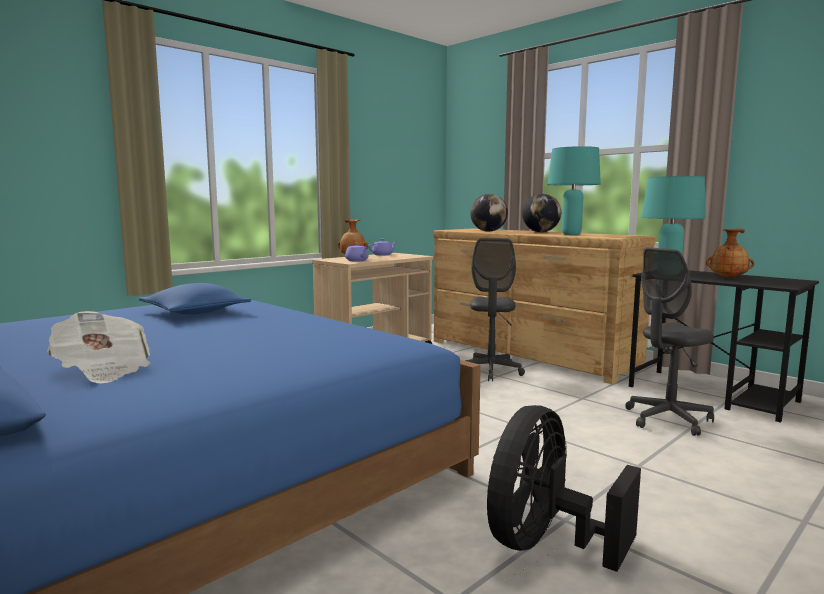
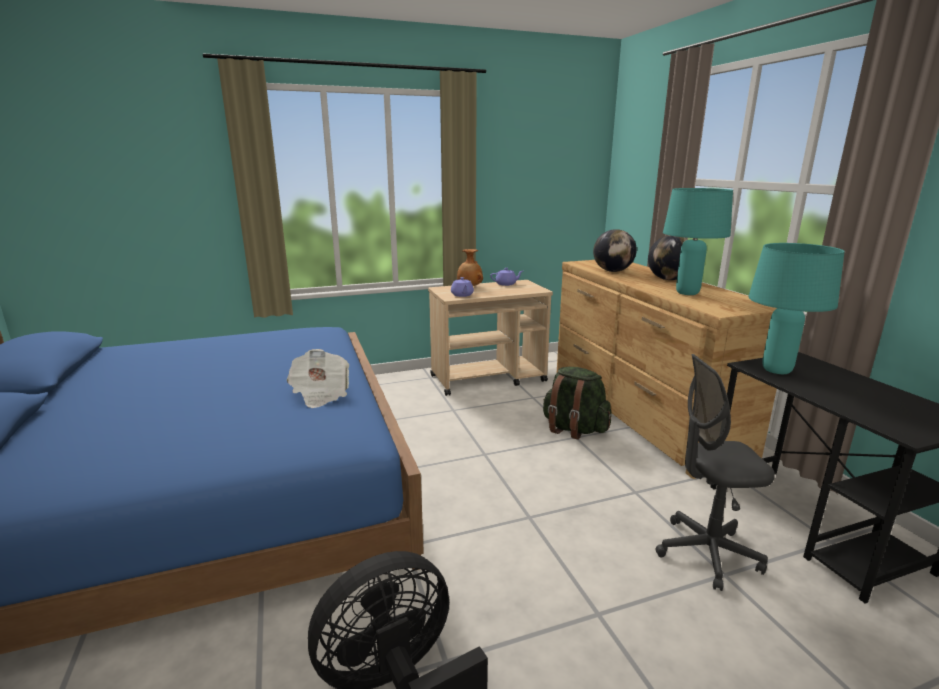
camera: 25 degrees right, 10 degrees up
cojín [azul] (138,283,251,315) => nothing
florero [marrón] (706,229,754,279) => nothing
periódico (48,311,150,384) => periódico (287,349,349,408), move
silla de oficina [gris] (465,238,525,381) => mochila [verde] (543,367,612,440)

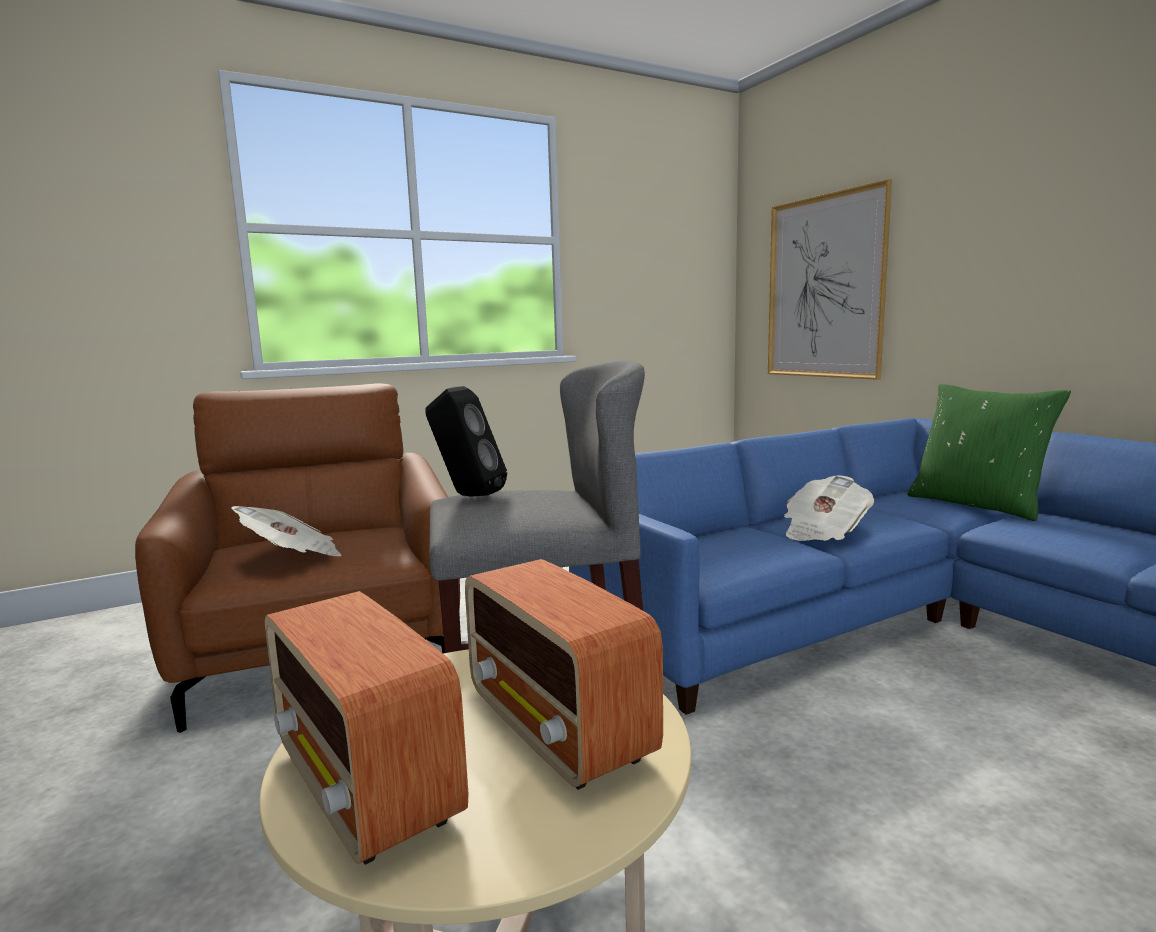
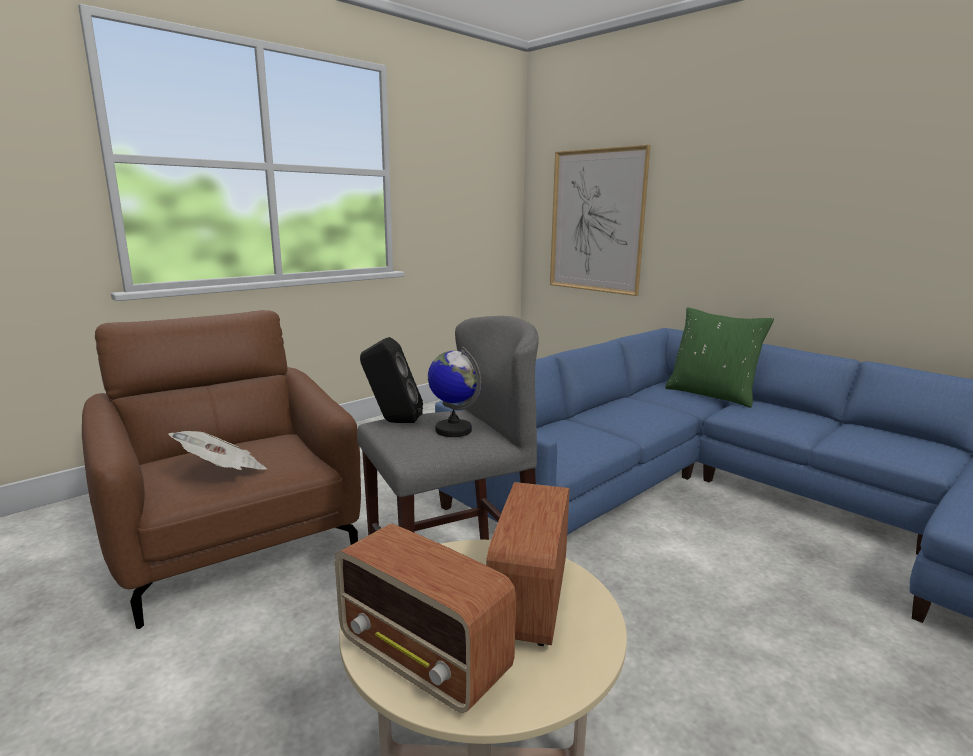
camera: 15 degrees left, 5 degrees up
periódico (784,475,874,541) => nothing
nothing => globo terráqueo (428,347,481,437)
radio (465,559,663,790) => radio (486,482,570,646), 60 degrees clockwise

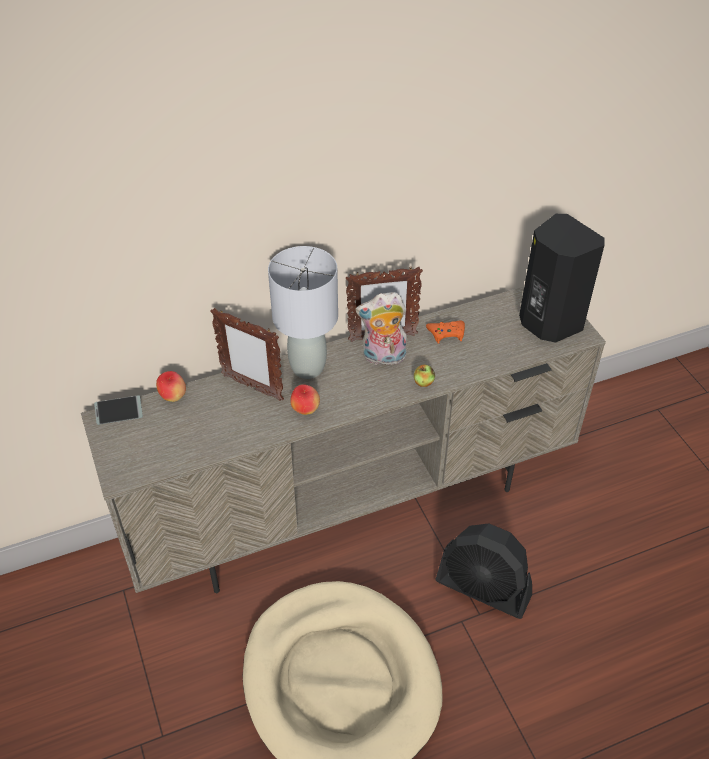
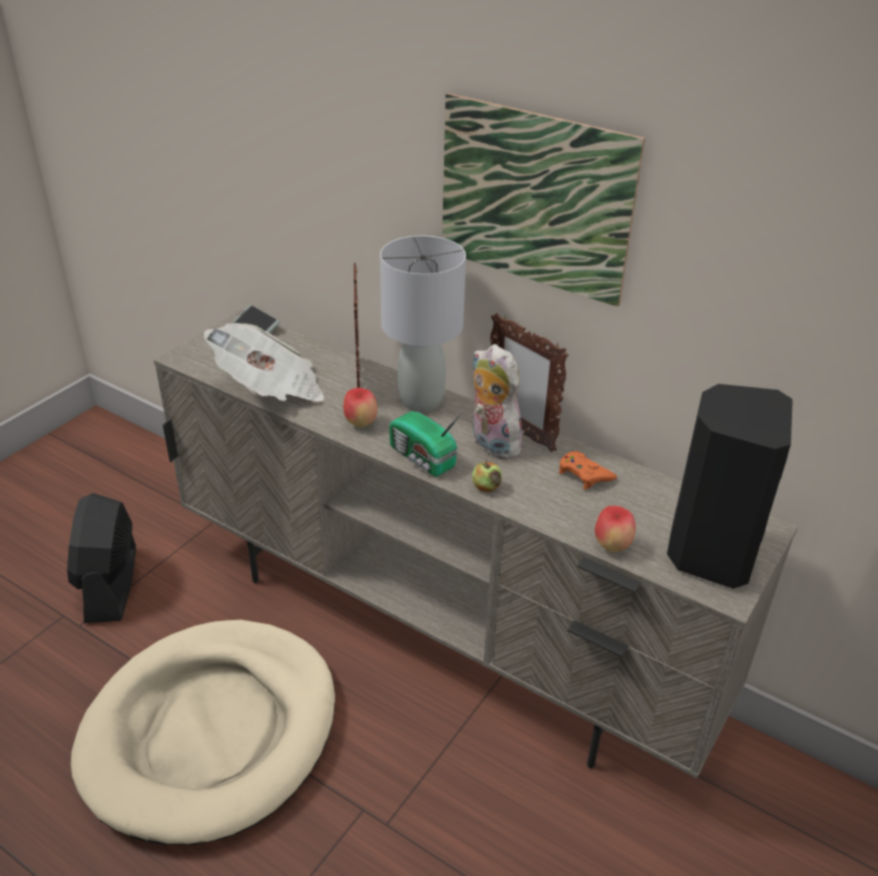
camera: 55 degrees right, 10 degrees down
nothing => periódico (204,323,324,402)
nothing => radio (389,411,463,476)
nothing => cuadro (442,93,645,307)
manzana (156,371,186,402) => manzana (595,506,636,552), move
ventilador [negro] (435,523,532,619) => ventilador [negro] (67,493,136,623), move

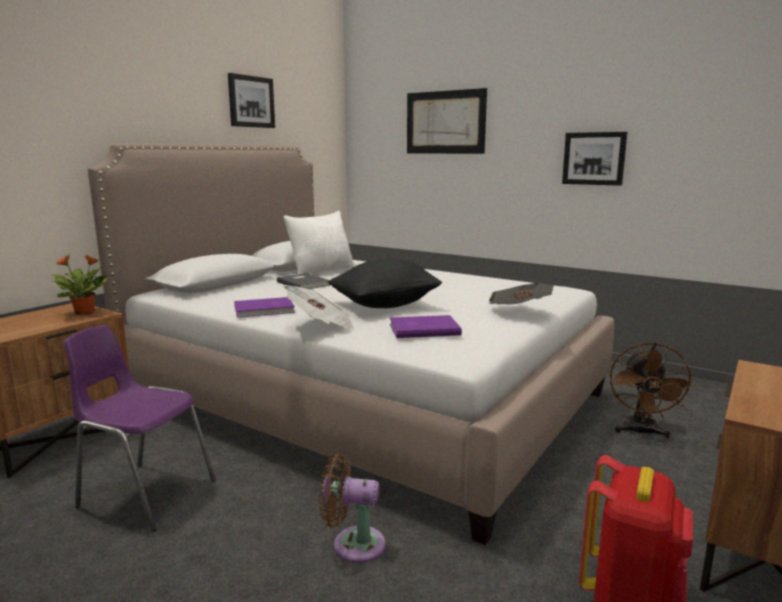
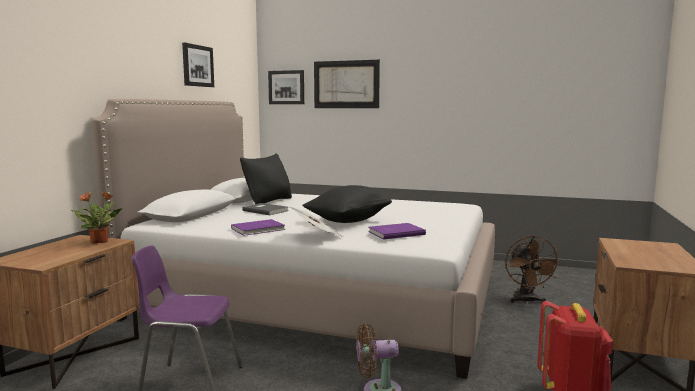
camera: 15 degrees left, 5 degrees down
periódico (489,283,554,305) => nothing
cuadro (562,132,627,186) => cuadro (268,70,304,104), move
cojín [blanco] (284,211,354,274) => cojín [negro] (240,153,292,204)

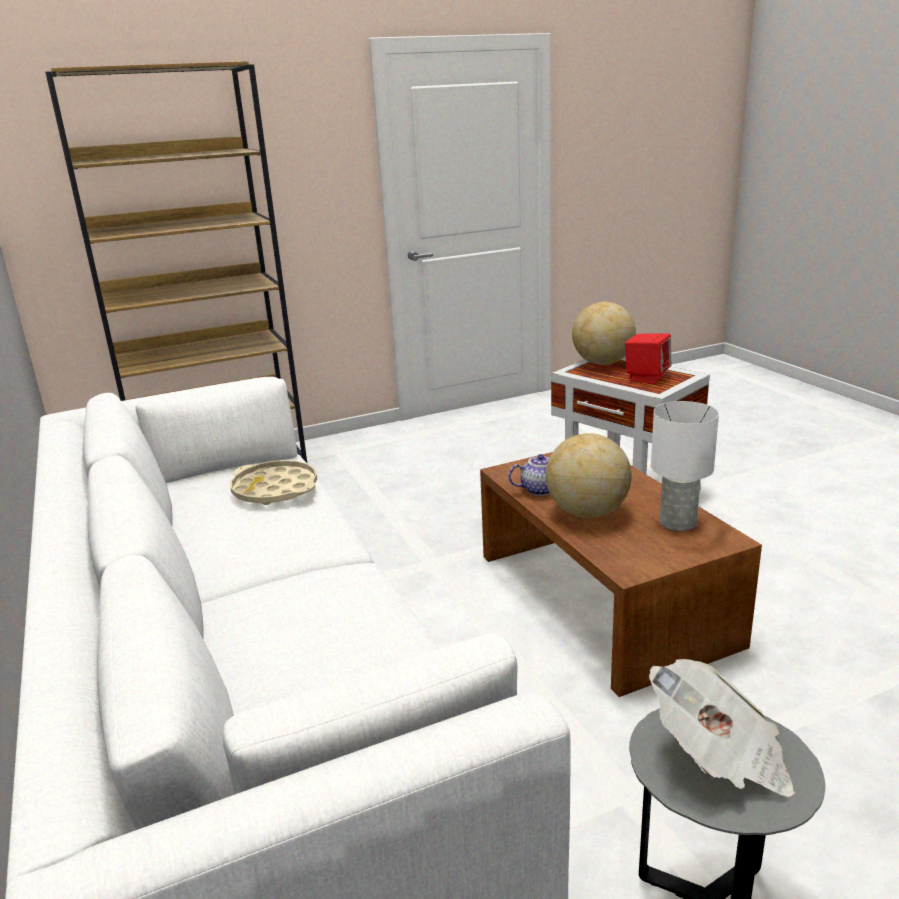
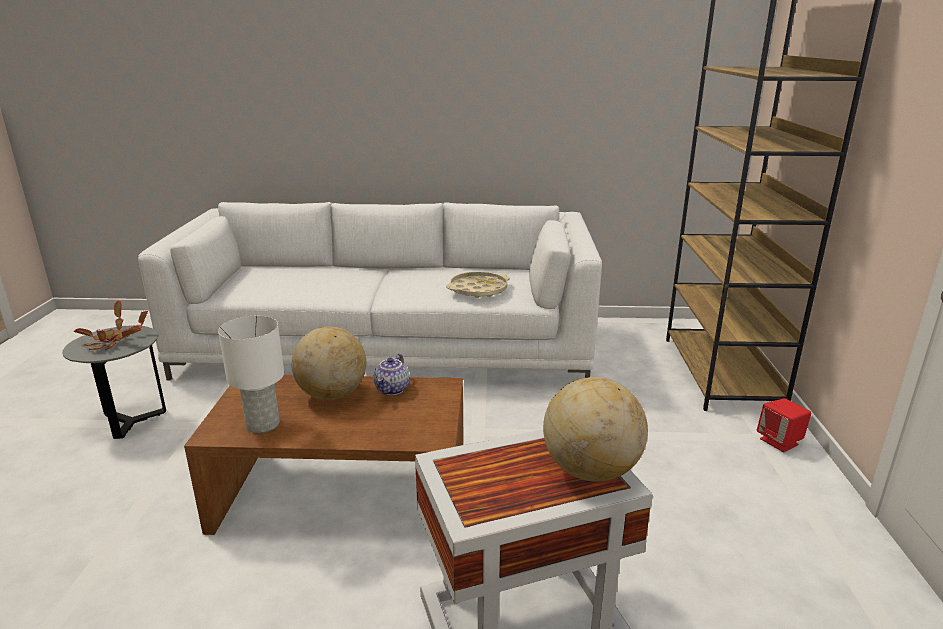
camera: 115 degrees right, 0 degrees up
altavoz [rojo] (625,333,671,384) => altavoz [rojo] (757,398,811,452), move
periódico (649,659,795,797) => planta en maceta (73,301,148,350)

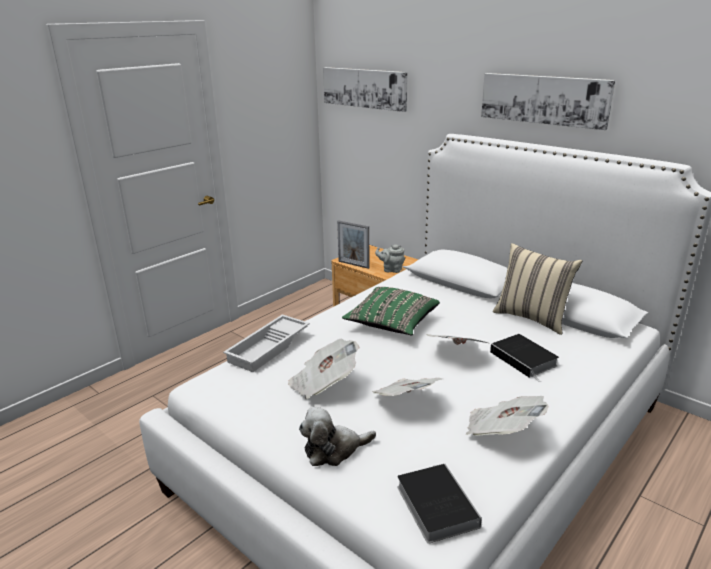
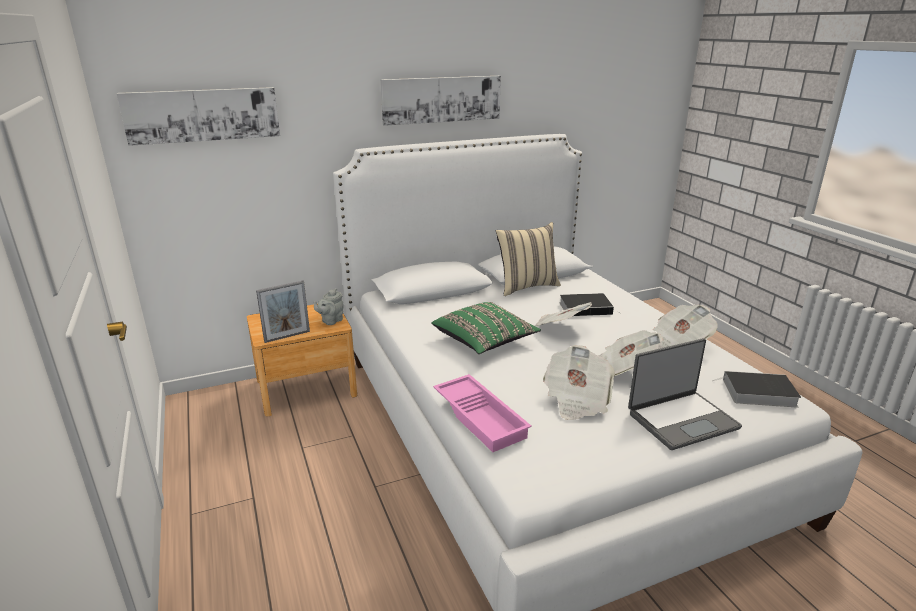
camera: 65 degrees left, 0 degrees up
peluche (299,407,376,466) => portátil (628,338,742,450)
bandeja [blanco] (223,314,310,372) => bandeja [rosa] (433,374,532,452)

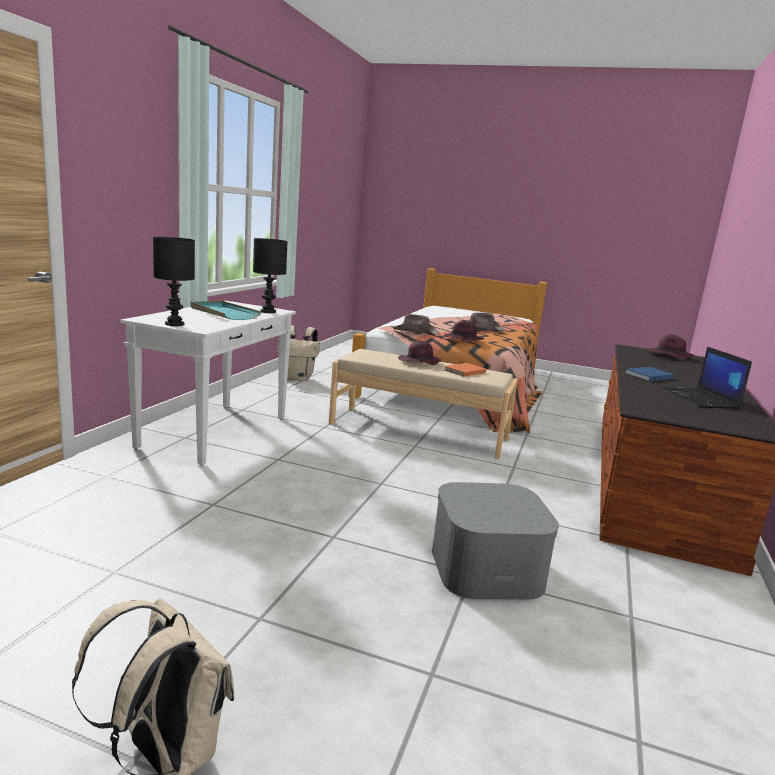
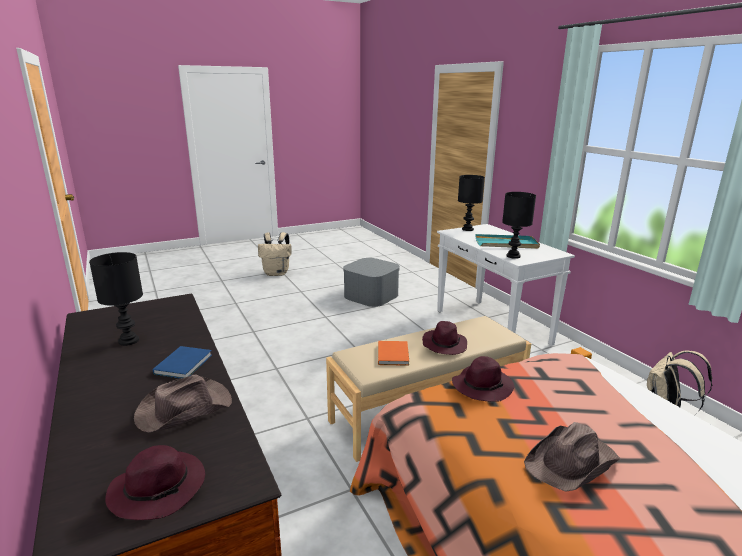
camera: 135 degrees right, 5 degrees up
sombrero [marrón] (392,314,440,335) => sombrero [marrón] (134,374,232,433), move
caja de almacenaje [gris] (432,482,559,599) => caja de almacenaje [gris] (343,258,400,307), move
portátil (659,347,752,409) => lámpara de mesa [negro] (89,252,143,346)

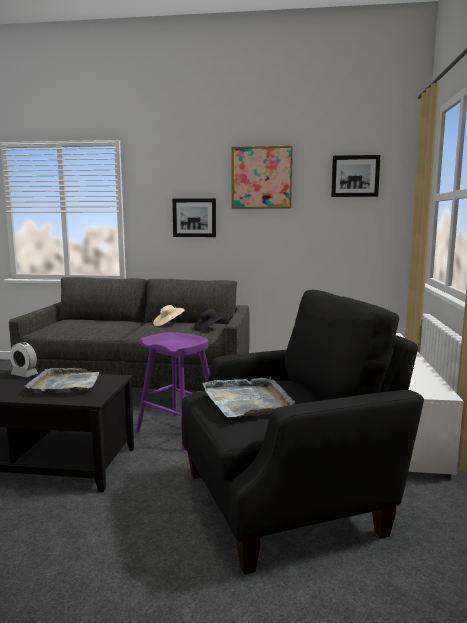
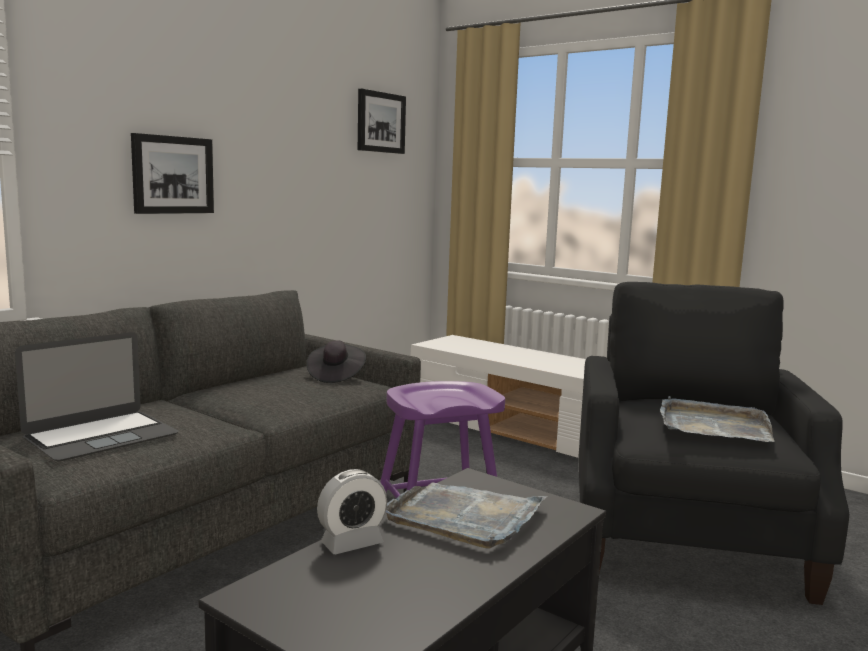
camera: 60 degrees left, 0 degrees up
sombrero [beis] (153,305,185,326) => nothing
cuadro (232,146,293,209) => nothing
nothing => portátil (15,332,179,462)

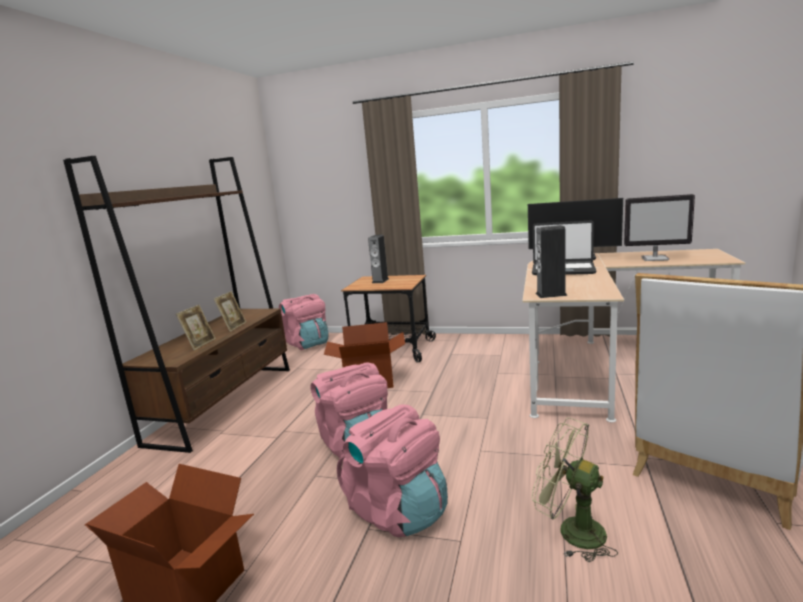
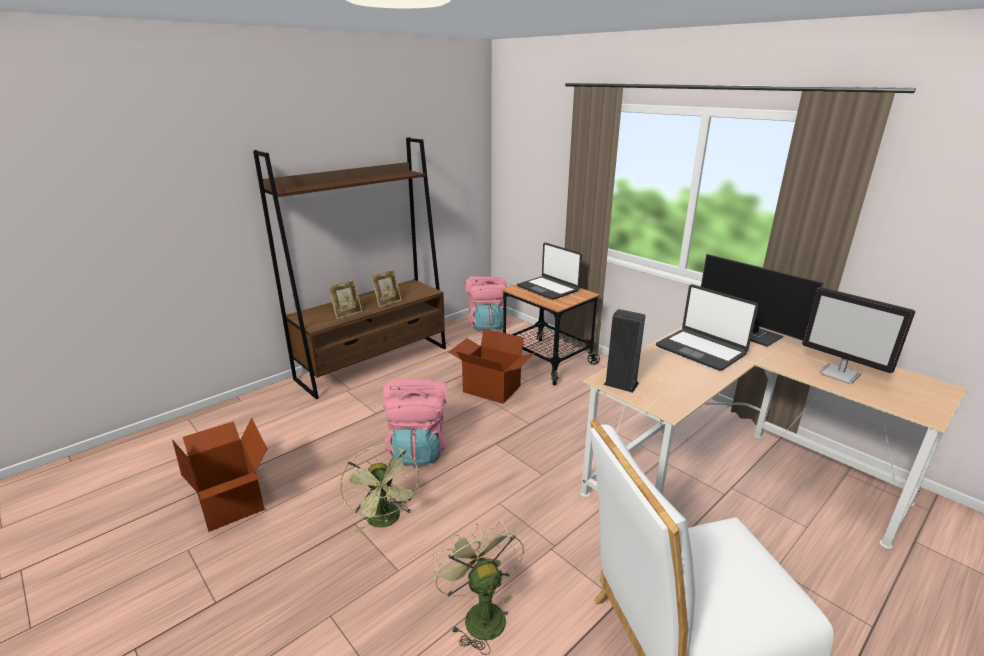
camera: 30 degrees right, 10 degrees up
mochila [rosa] (337,404,448,537) => ventilador [verde] (340,445,420,533)
altavoz (368,234,389,283) => portátil (517,243,582,300)

